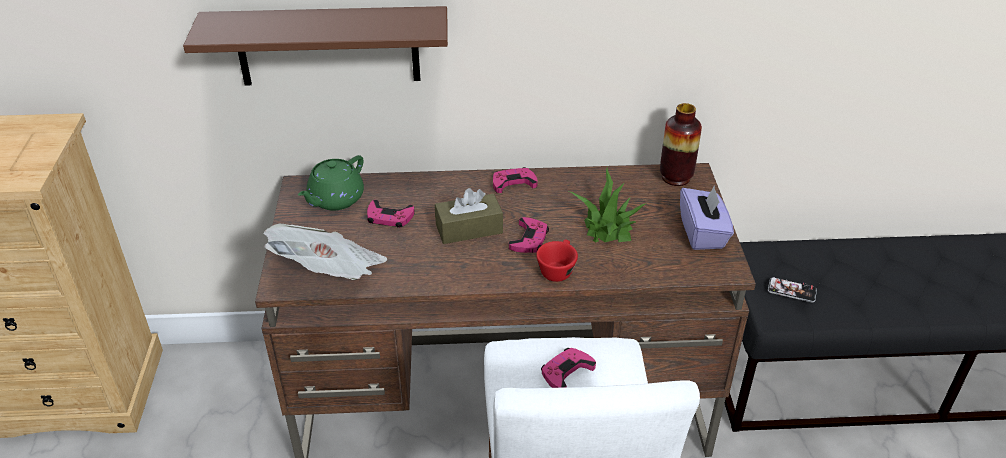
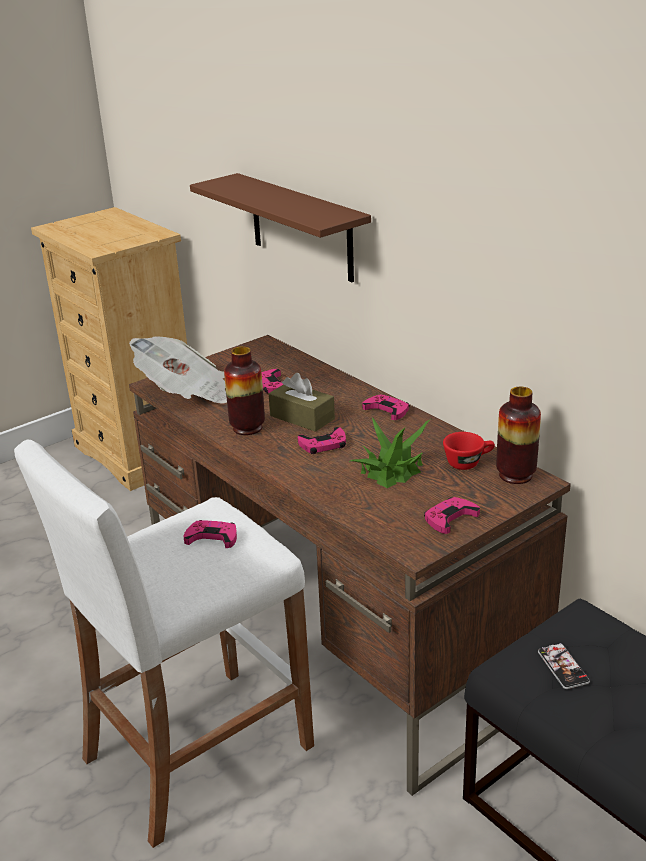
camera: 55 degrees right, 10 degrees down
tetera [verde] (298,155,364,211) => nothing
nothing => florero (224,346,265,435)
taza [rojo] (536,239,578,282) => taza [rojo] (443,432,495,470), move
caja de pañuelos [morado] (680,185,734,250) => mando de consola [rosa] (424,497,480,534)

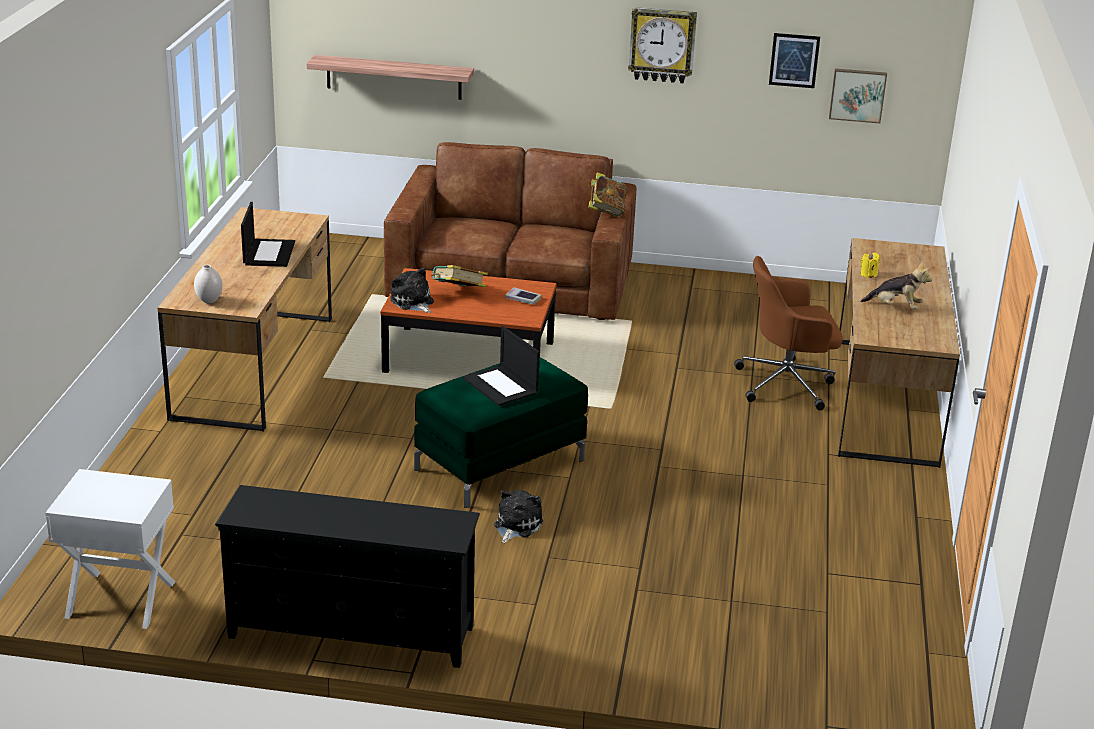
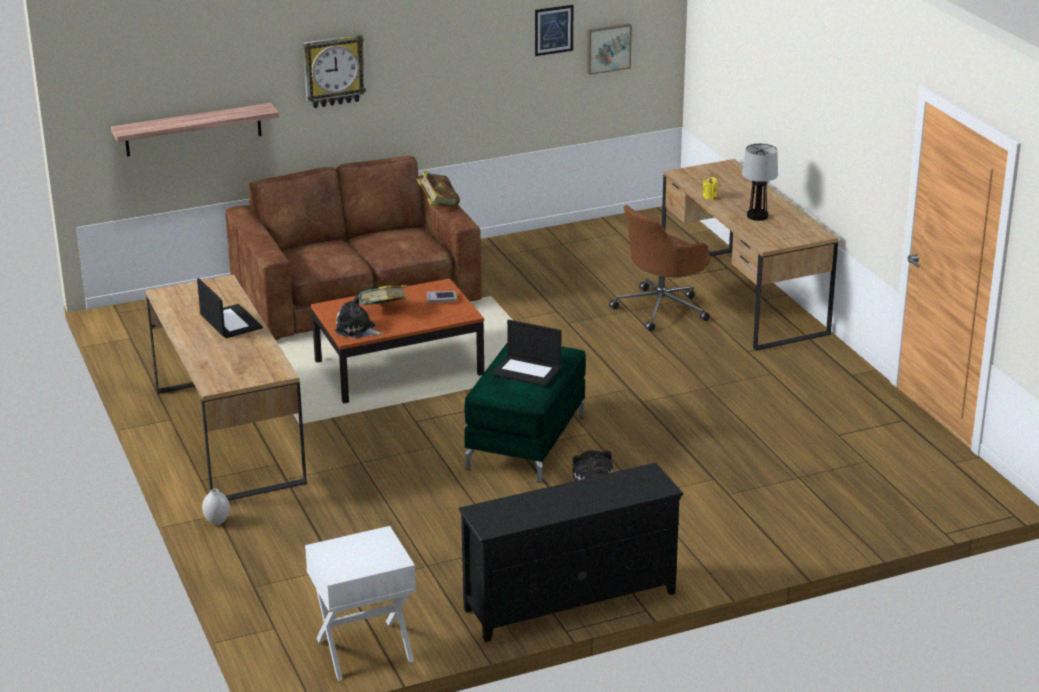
camera: 30 degrees left, 0 degrees up
florero [blanco] (194,265,223,303) => florero [blanco] (202,489,230,525), move
reloj de pared (628,7,697,83) => reloj de pared (303,34,366,108), move
peluche (860,261,932,309) => lámpara de mesa (742,143,778,221)

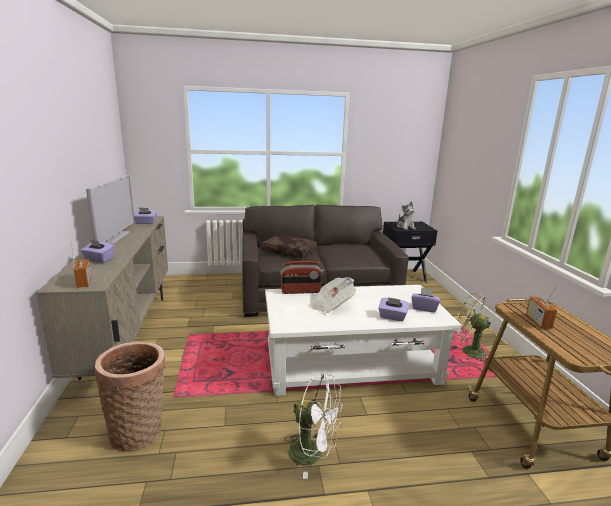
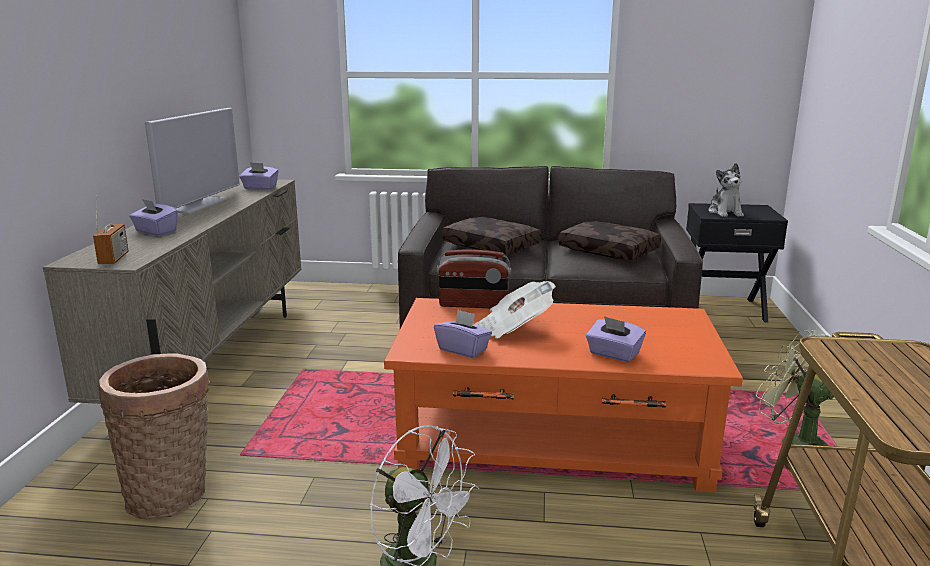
camera: 15 degrees right, 0 degrees up
radio (526,284,559,329) => nothing
nothing => cojín [marrón] (558,221,661,260)
caja de pañuelos [morado] (412,287,440,313) => caja de pañuelos [morado] (434,309,492,358), move
mesa de centro [blanco] (265,285,462,396) => mesa de centro [naranja] (384,298,743,492)

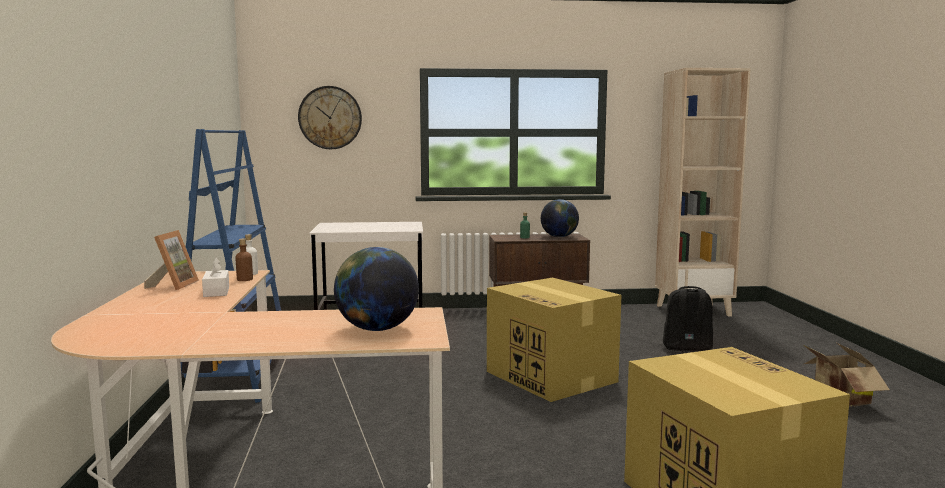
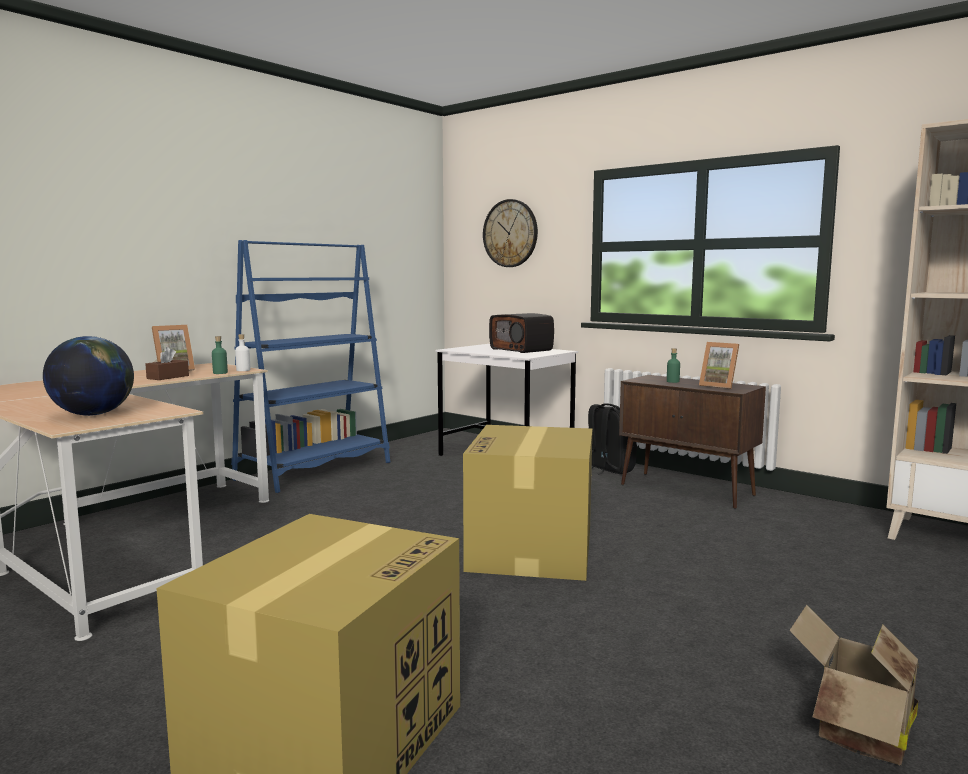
camera: 45 degrees right, 0 degrees up
nothing => radio (489,313,554,353)
mochila [negro] (663,286,713,354) => mochila [negro] (588,403,637,474), move
globo terráqueo (541,199,579,237) => portarretratos (699,342,739,389)
caja de pañuelos [blanco] (202,257,229,297) => caja de pañuelos [marrón] (145,347,189,380)
botella [marrón] (235,239,253,281) => botella [verde] (212,336,228,374)

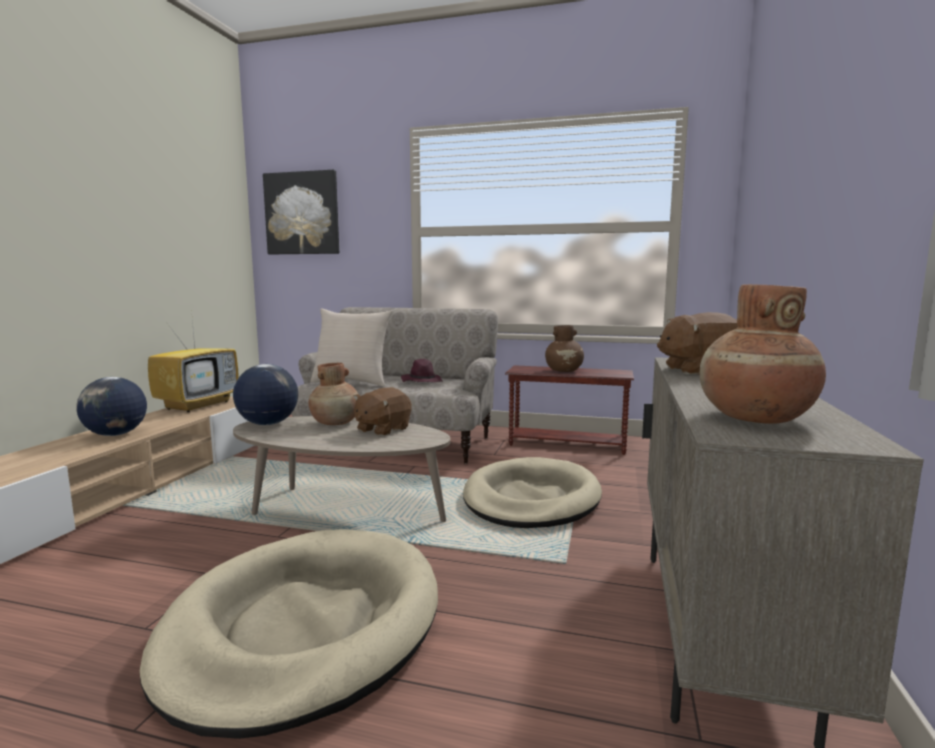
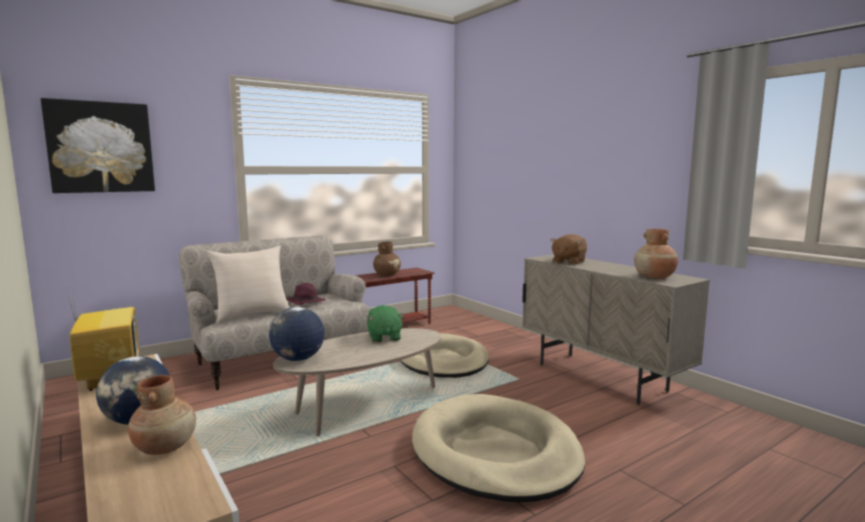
camera: 50 degrees left, 0 degrees up
florero [marrón] (309,363,358,425) => florero [marrón] (128,375,196,455), move
peluche [marrón] (353,387,412,436) => peluche [verde] (367,305,404,343)

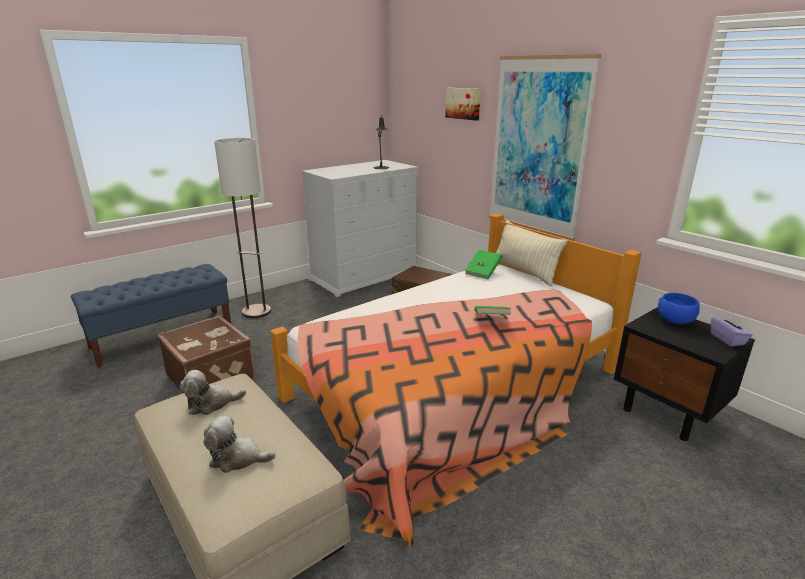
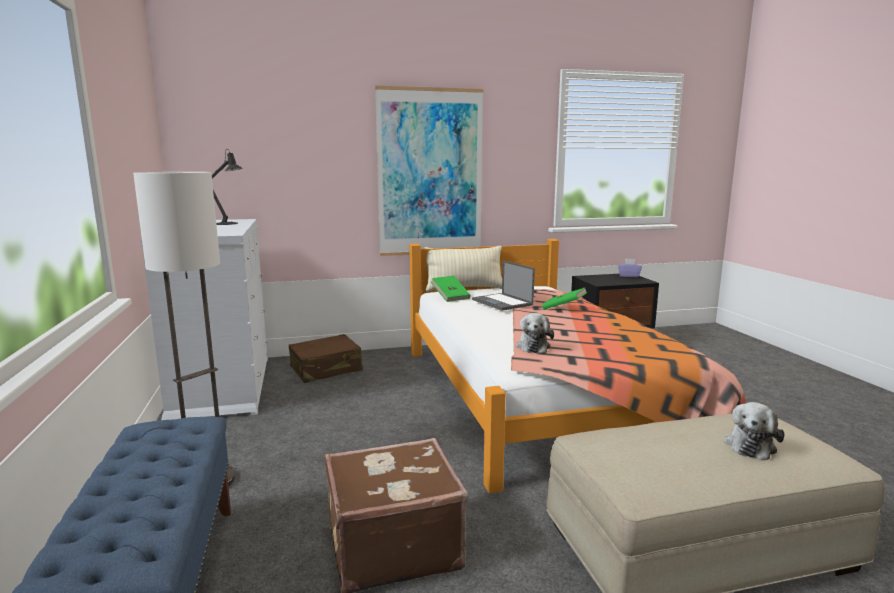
camera: 65 degrees left, 10 degrees down
cuadro (445,88,481,121) => nothing
cuenco [azul] (658,293,700,325) => nothing
nothing => portátil (472,261,535,311)
peluche (179,370,246,415) => peluche (516,313,554,353), move

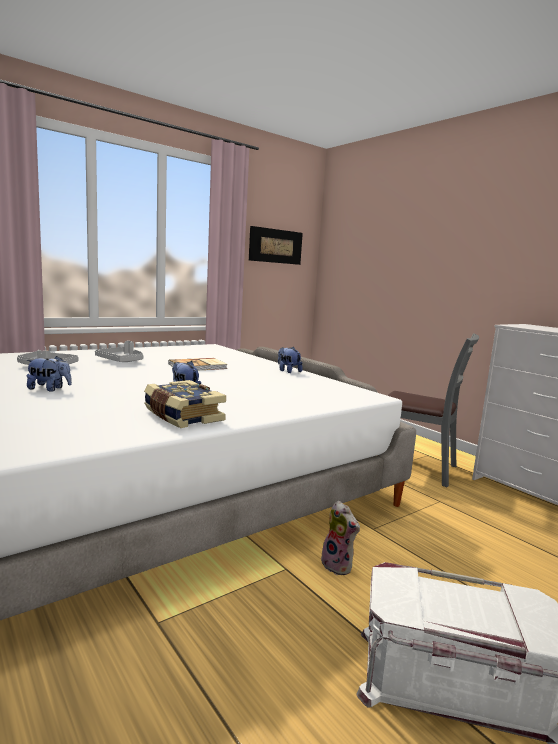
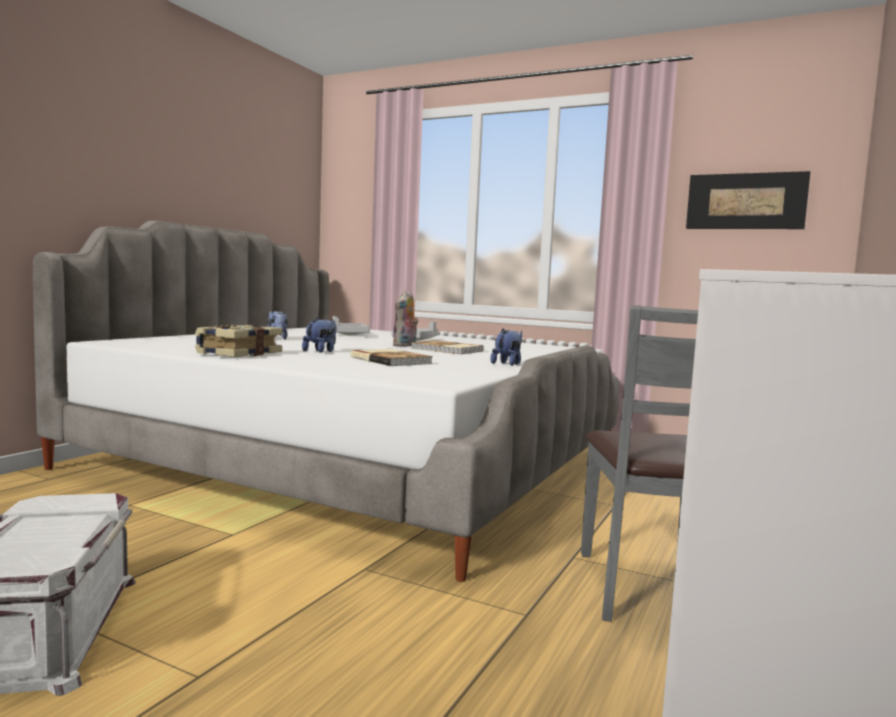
camera: 65 degrees right, 5 degrees down
nothing => libro (351,349,433,366)
peluche (321,501,360,575) => peluche (392,290,418,347), move

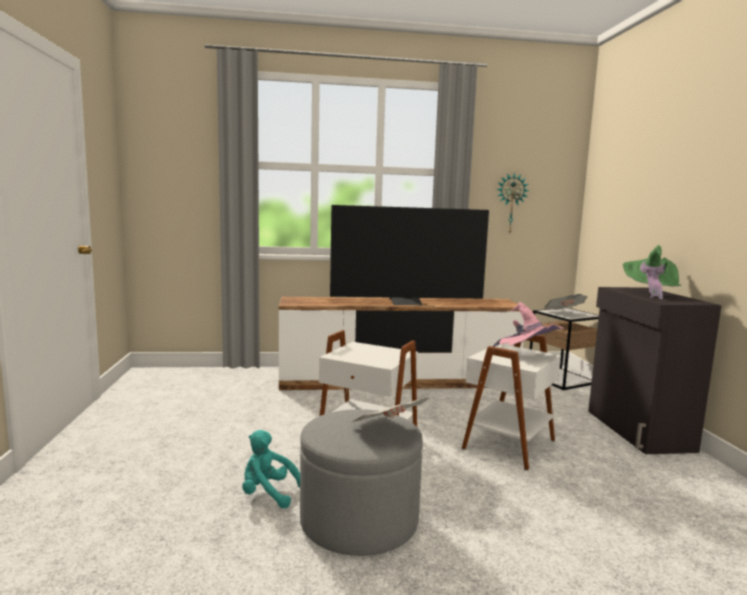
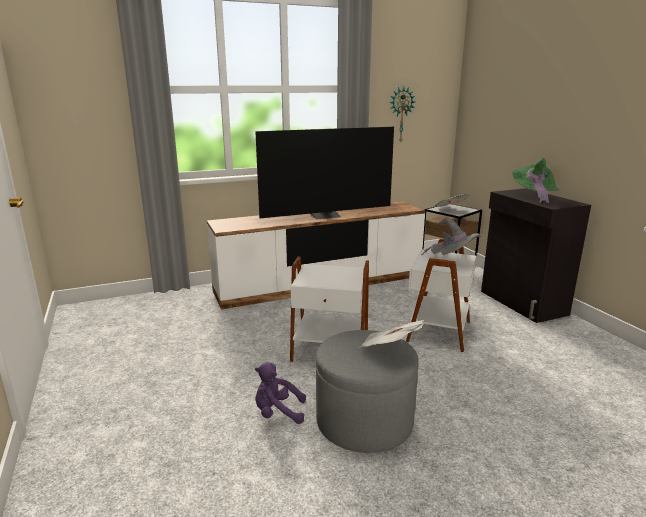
camera: 15 degrees left, 10 degrees up
peluche [turquesa] (242,430,300,508) => peluche [morado] (255,362,306,424)
sombrero [rosa] (492,302,564,347) => sombrero [gris] (421,216,482,255)

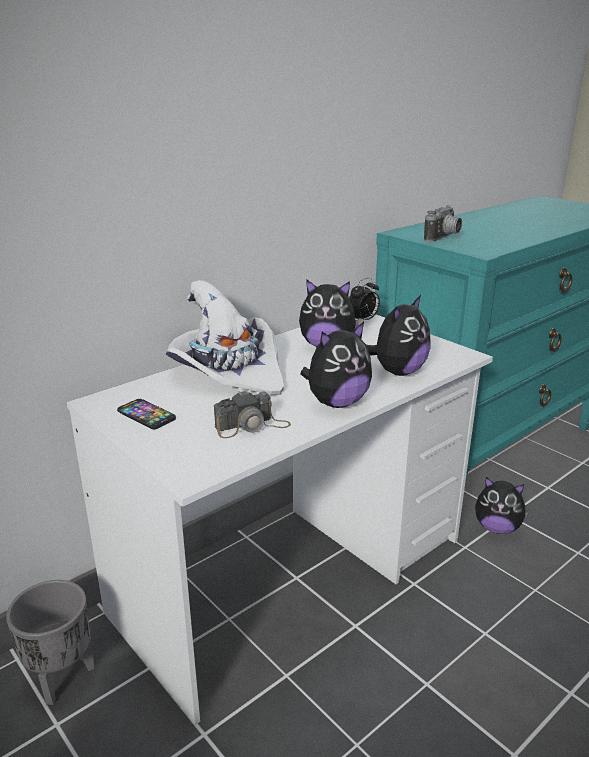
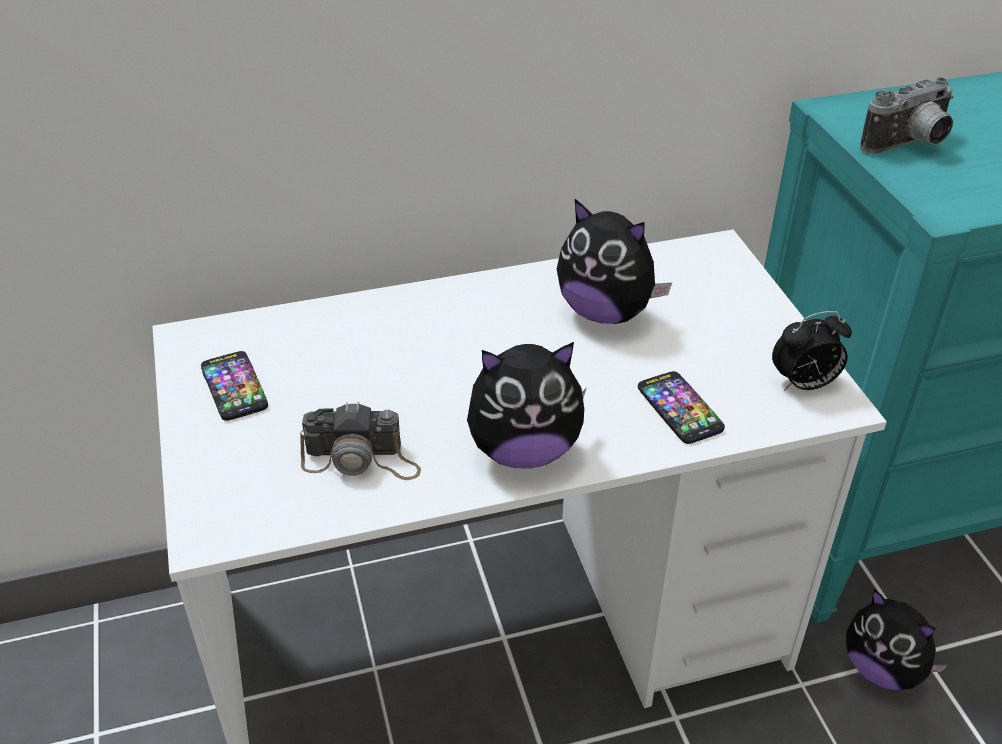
camera: 25 degrees right, 15 degrees up
maceta [gris] (6,580,94,705) => nothing
sombrero [blanco] (166,280,284,395) => nothing
despertador (349,278,380,320) => despertador (772,311,852,391), move
peluche (366,295,431,376) => móvil (638,371,725,444)

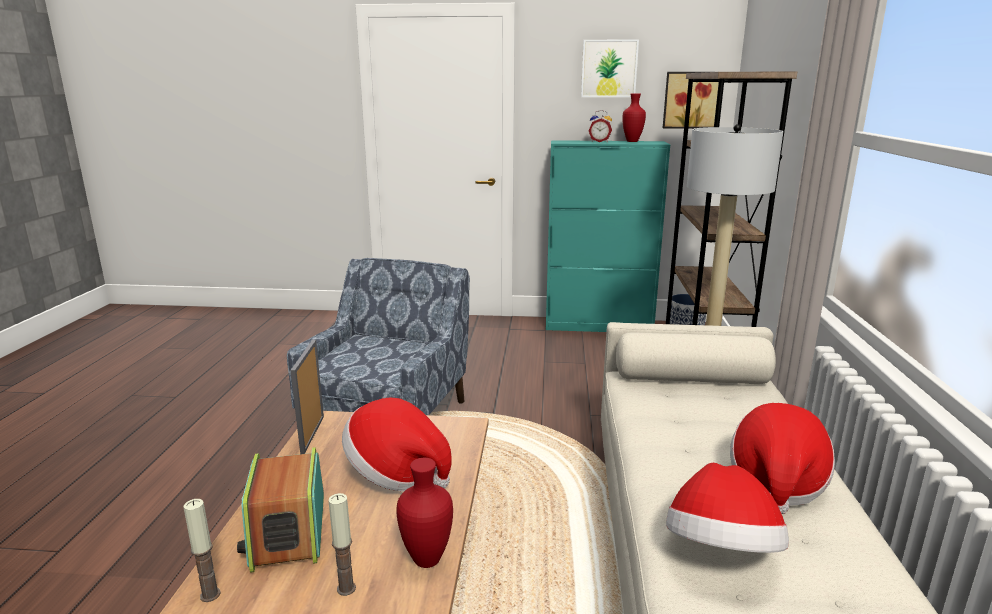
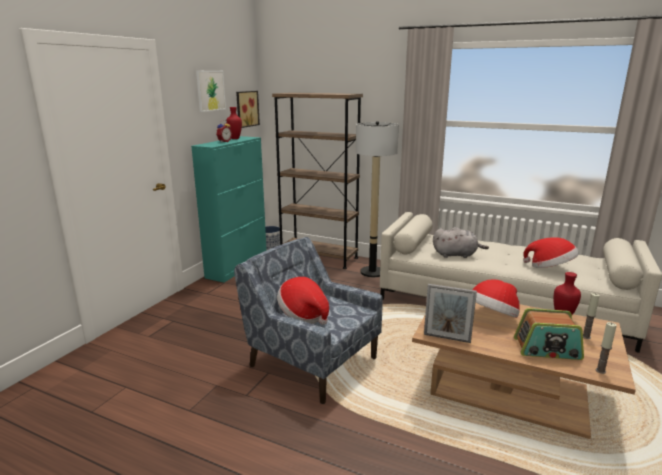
camera: 70 degrees left, 0 degrees up
nothing => peluche [gris] (433,227,489,258)
sombrero (730,403,835,514) => sombrero (277,277,329,325), move

